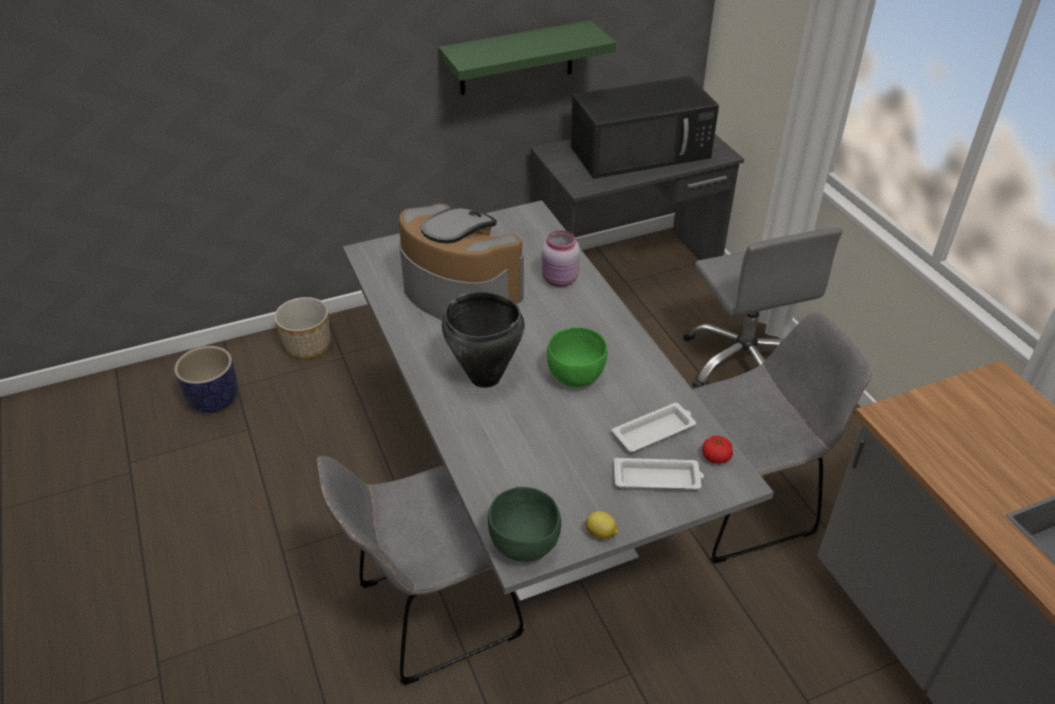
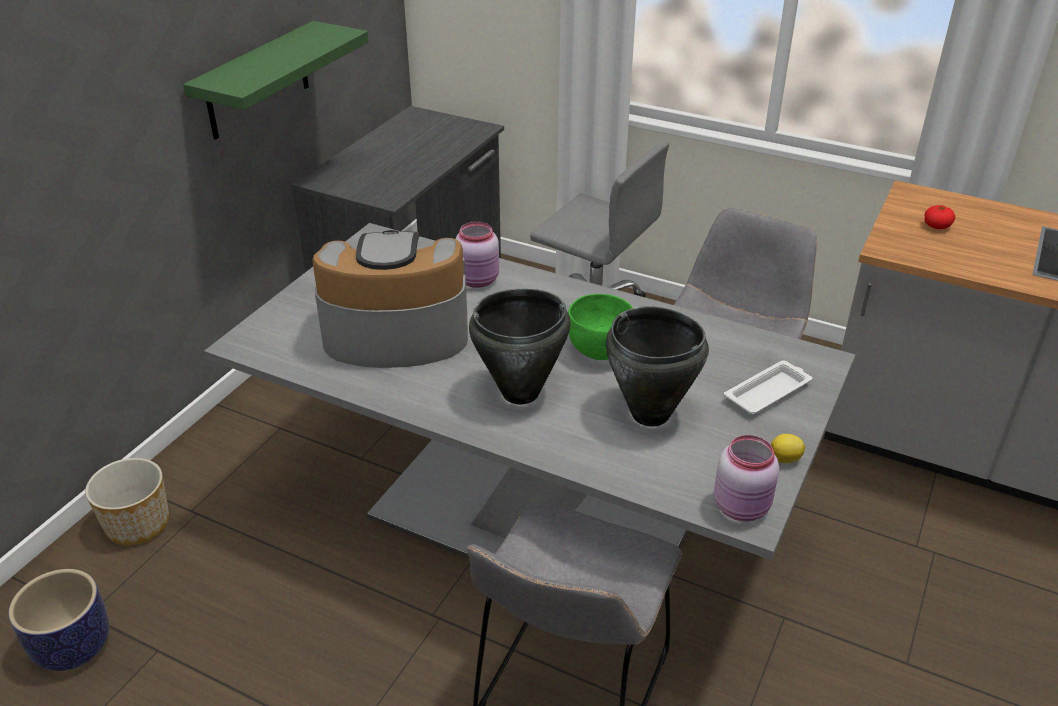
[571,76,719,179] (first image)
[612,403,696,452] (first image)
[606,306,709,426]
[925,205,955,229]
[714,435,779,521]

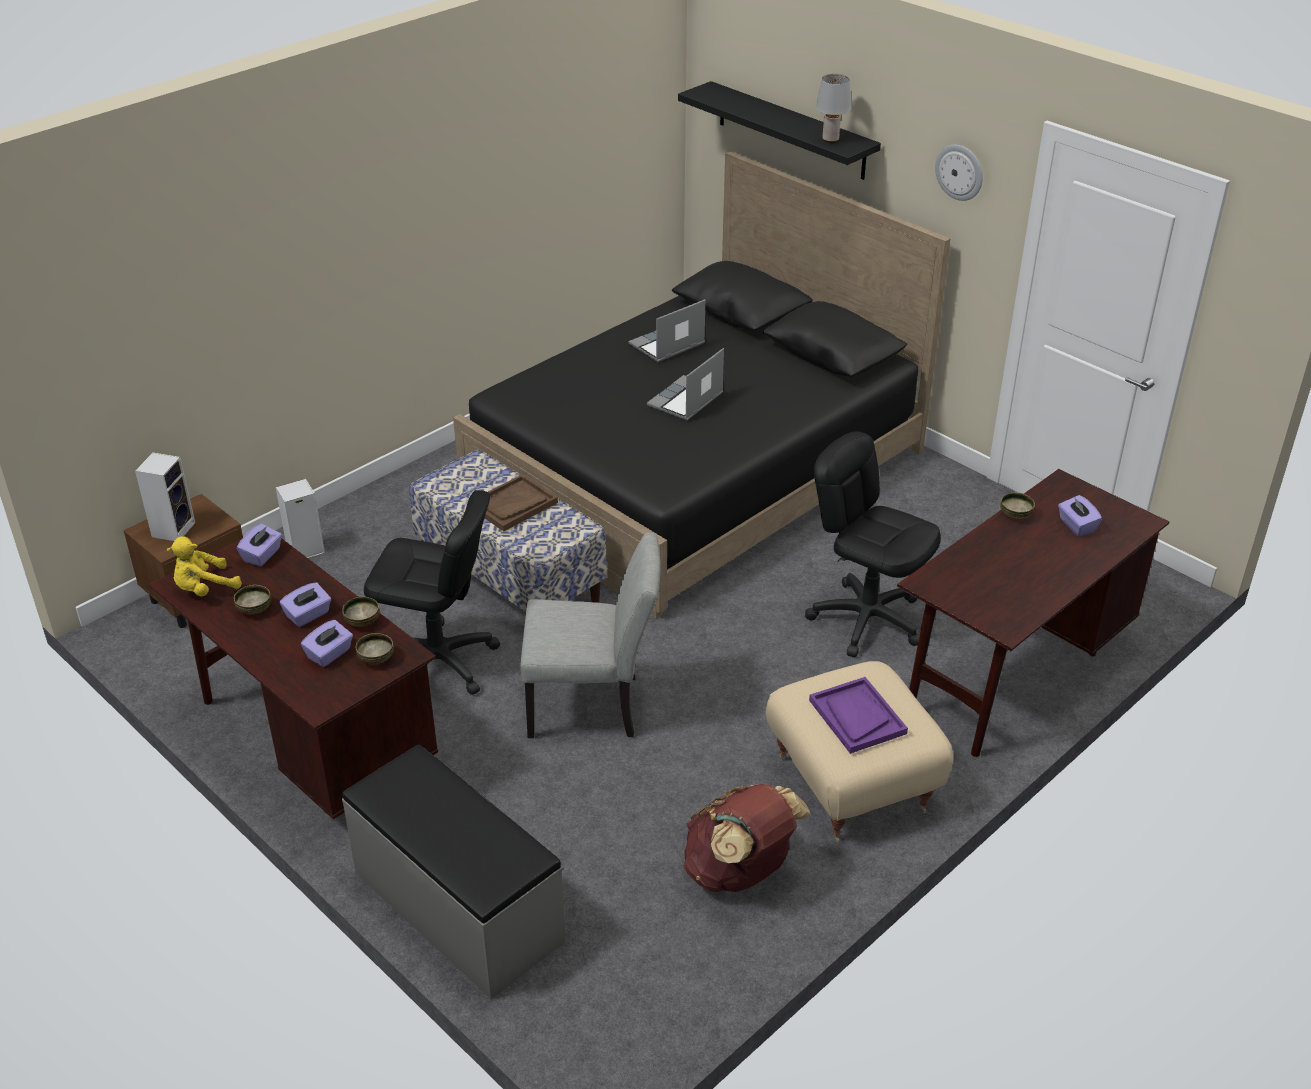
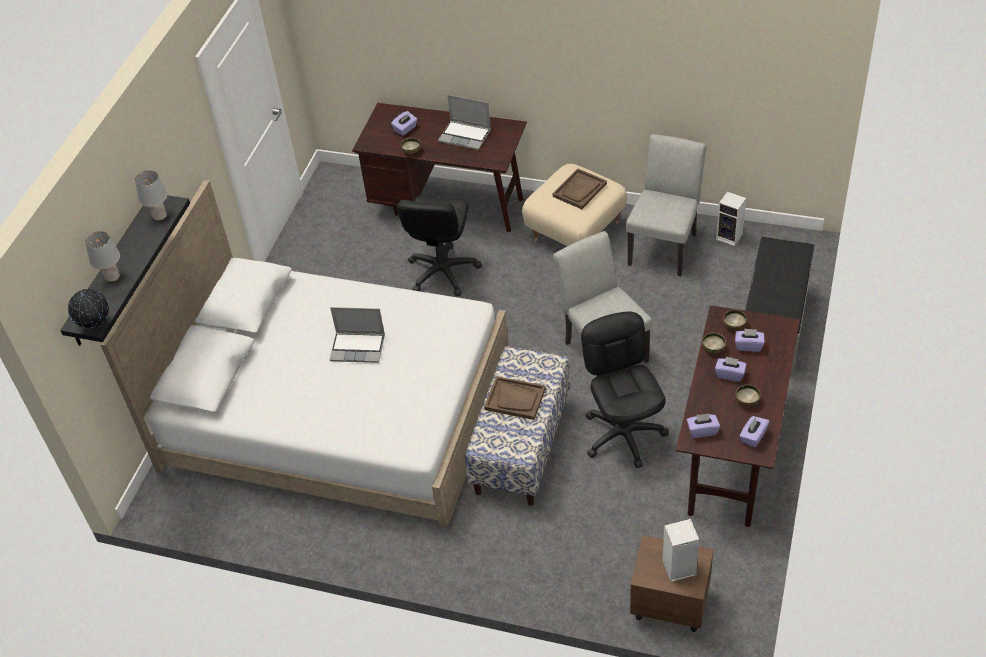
[935,144,983,201] (first image)
[68,289,109,328]
[85,231,120,282]
[716,191,746,246]
[438,95,491,150]
[740,416,770,448]
[626,134,706,276]
[100,180,509,528]
[553,168,607,209]

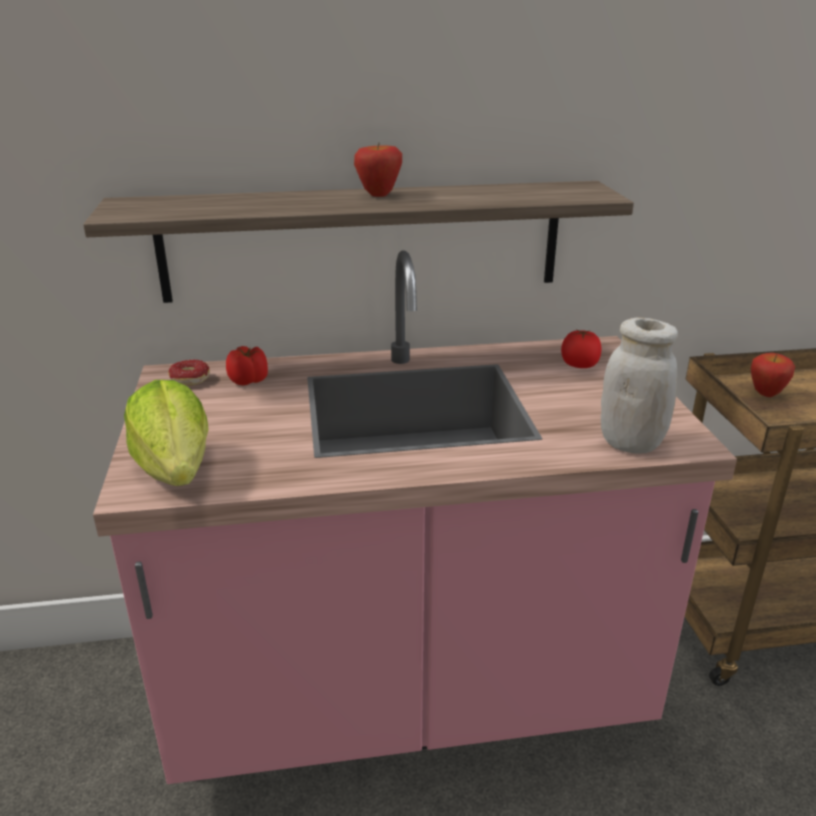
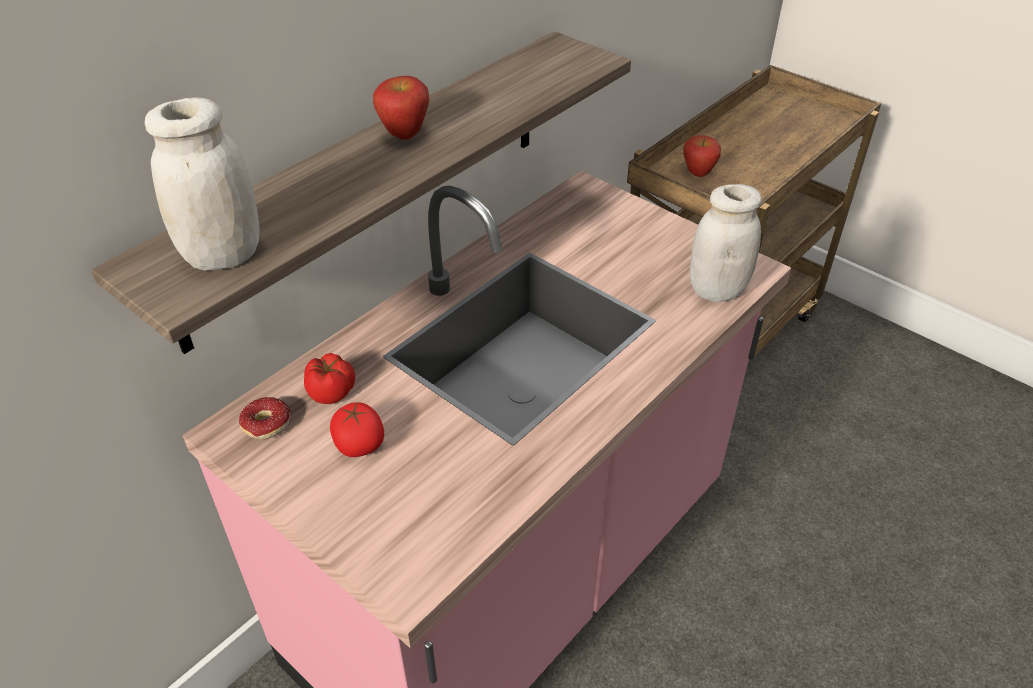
[124,380,208,486] (first image)
[145,98,259,271]
[330,401,384,457]

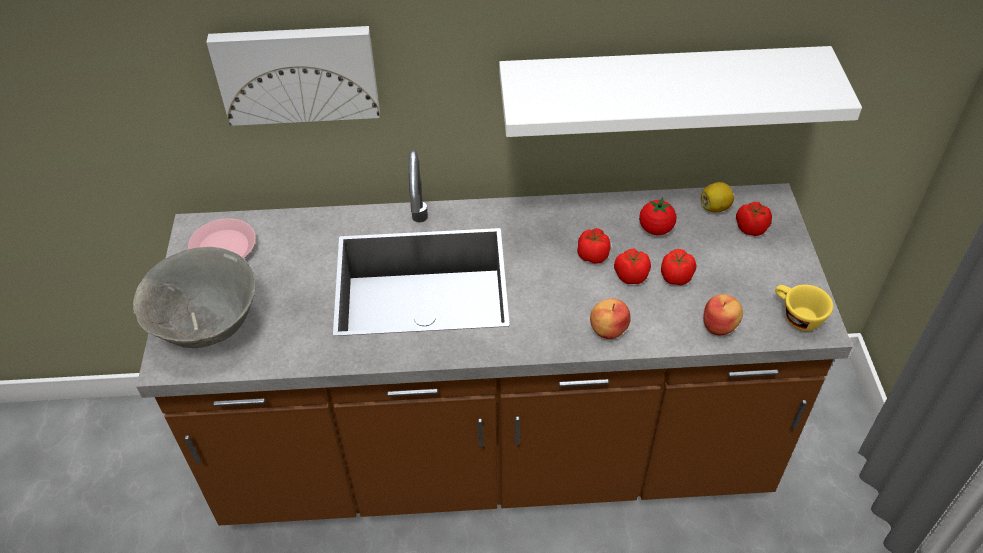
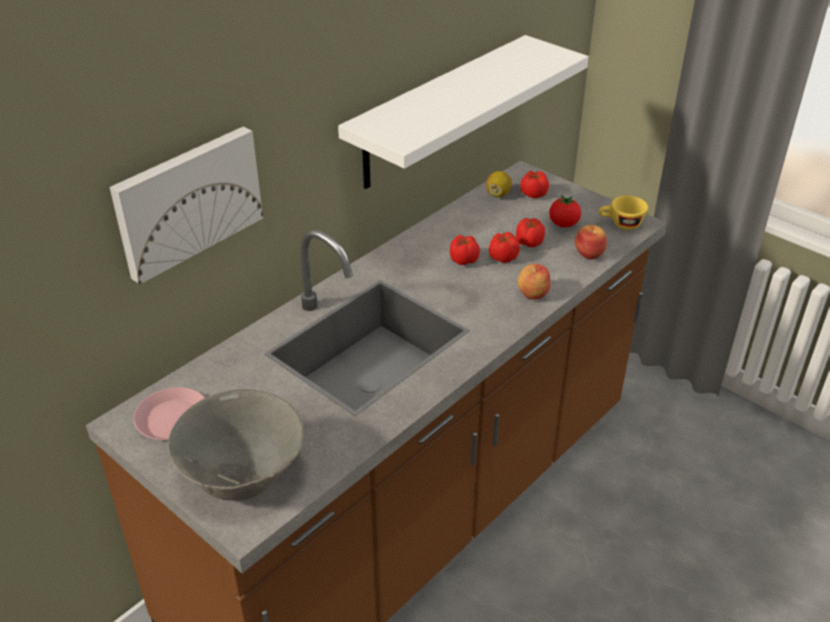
[549,195,581,228]

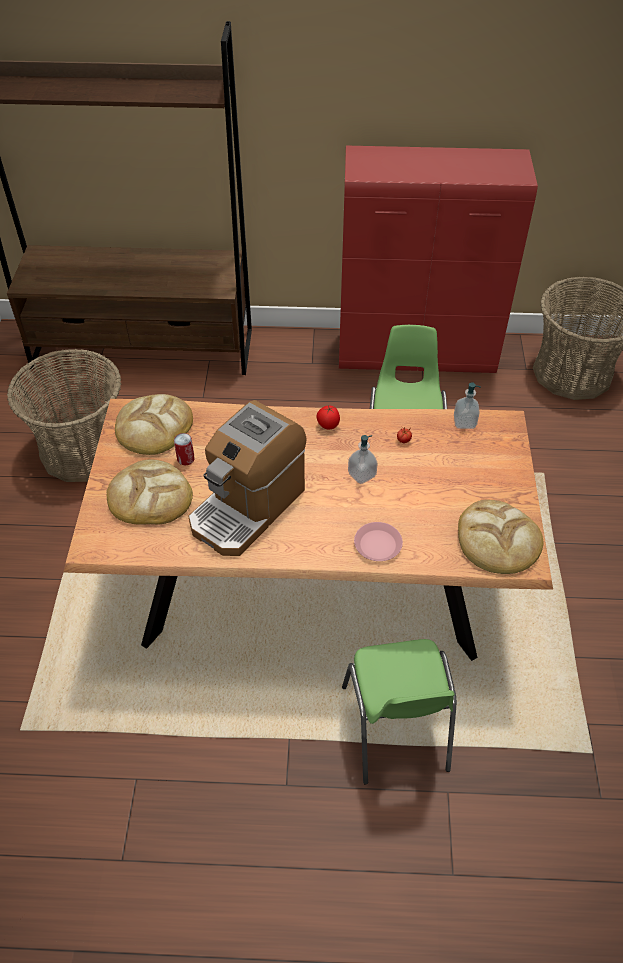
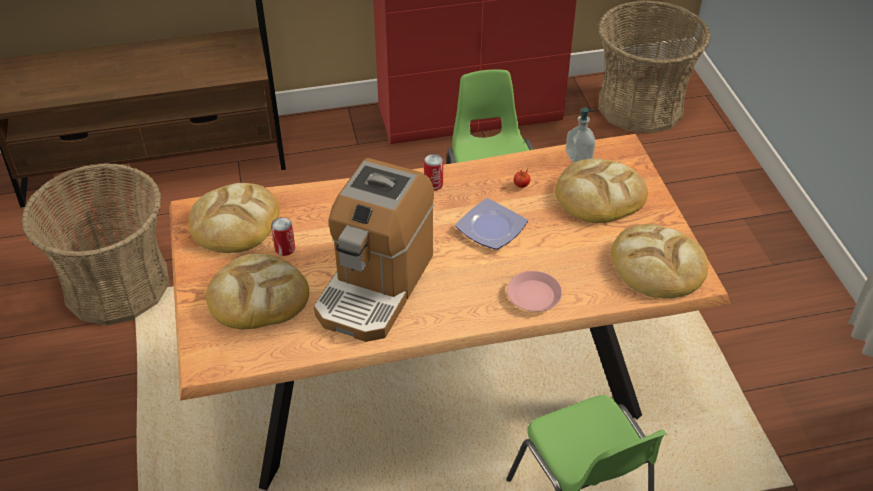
[555,158,648,223]
[424,154,443,191]
[455,198,528,249]

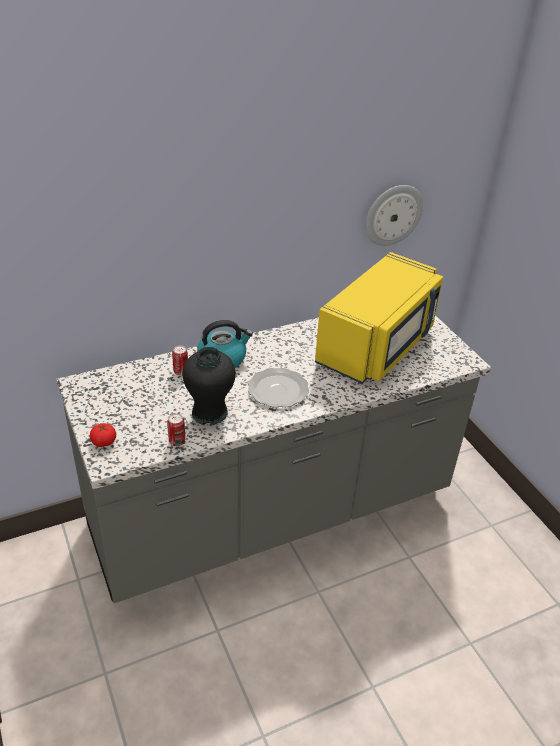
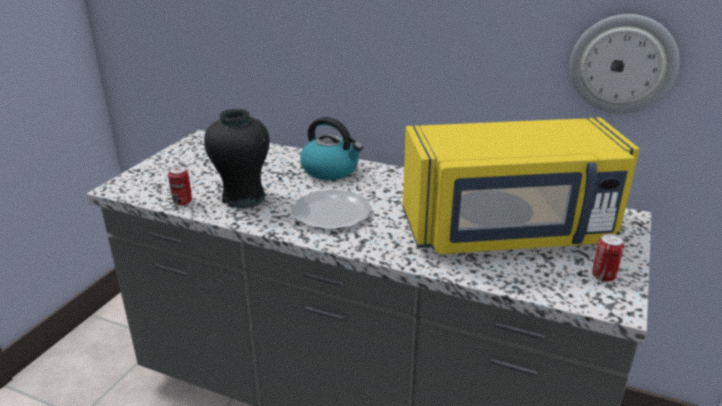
[90,423,116,447] (first image)
[592,234,624,282]

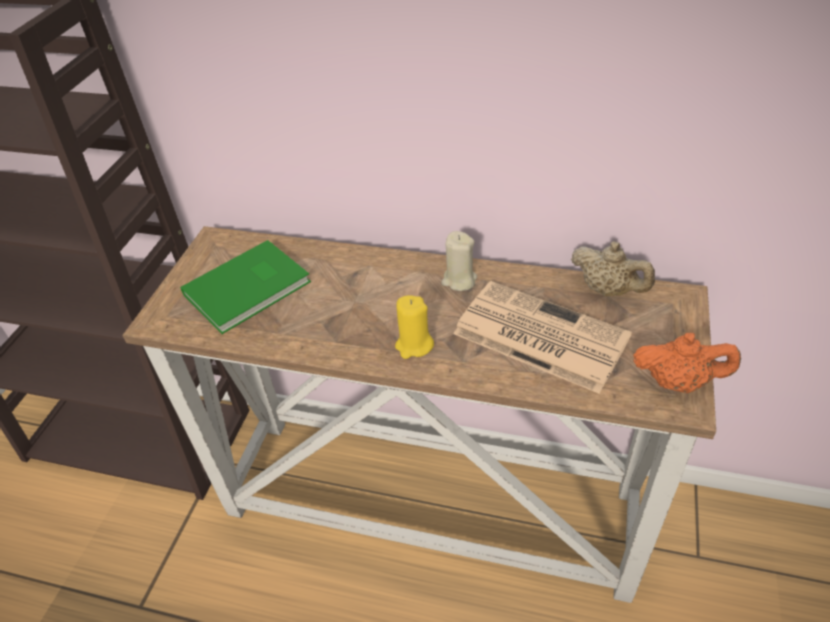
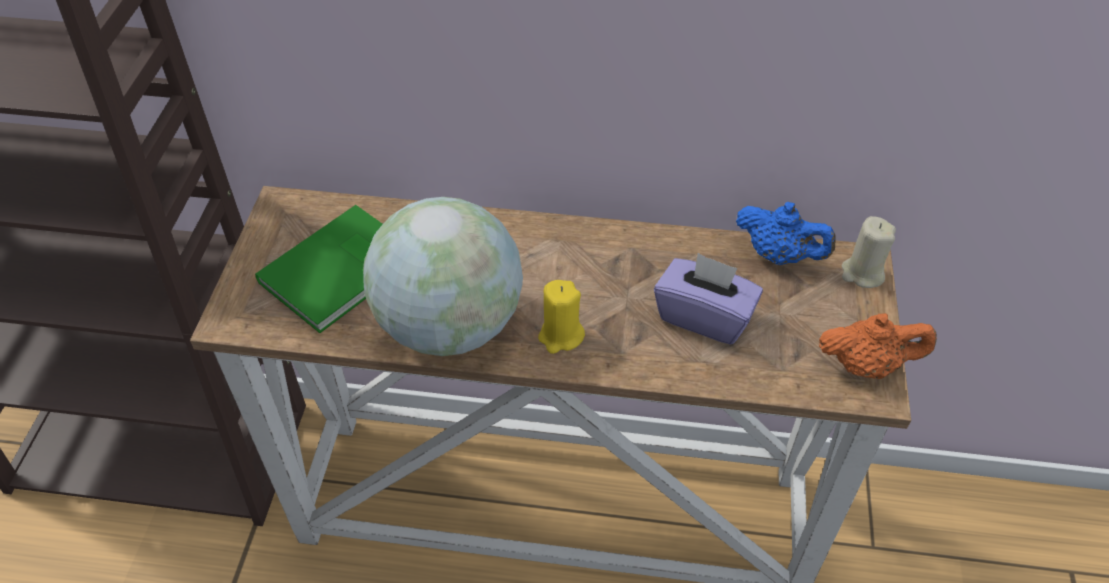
[363,197,523,356]
[841,216,896,288]
[654,253,763,345]
[736,202,836,265]

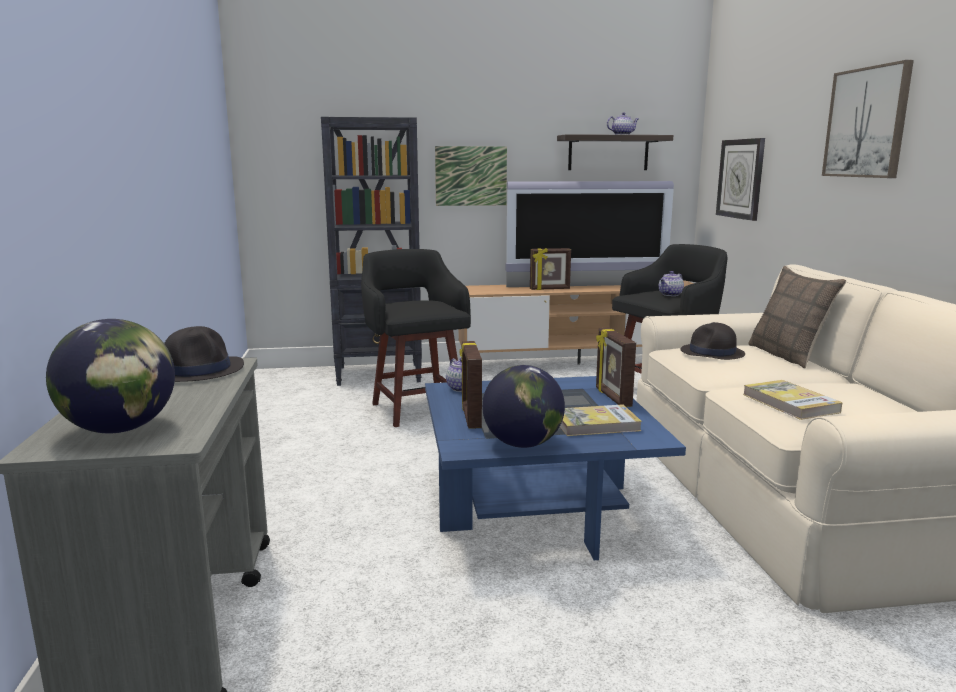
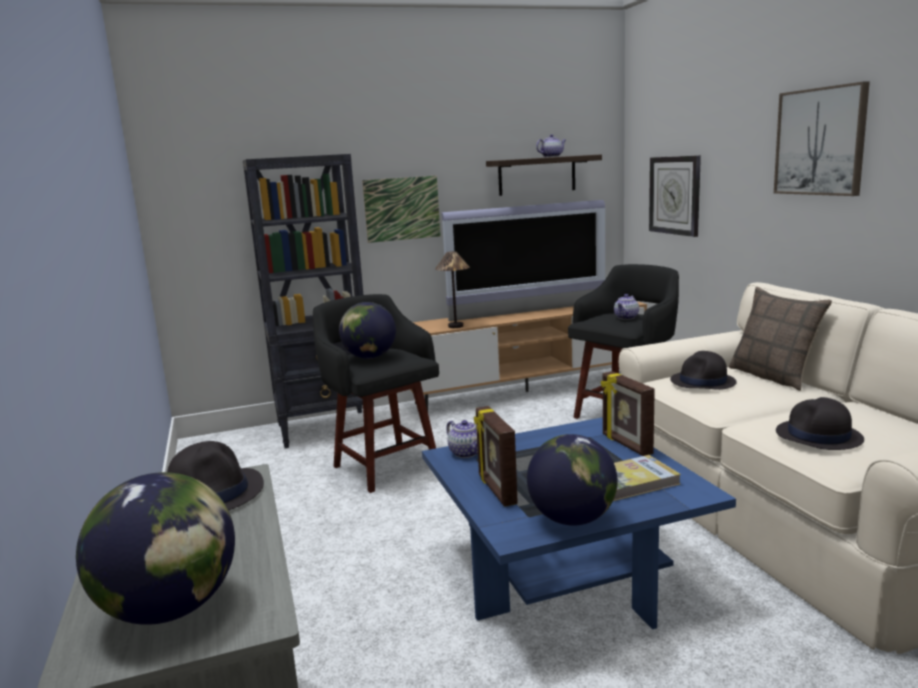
[530,248,571,290] (first image)
[339,302,396,359]
[435,251,470,328]
[776,397,864,450]

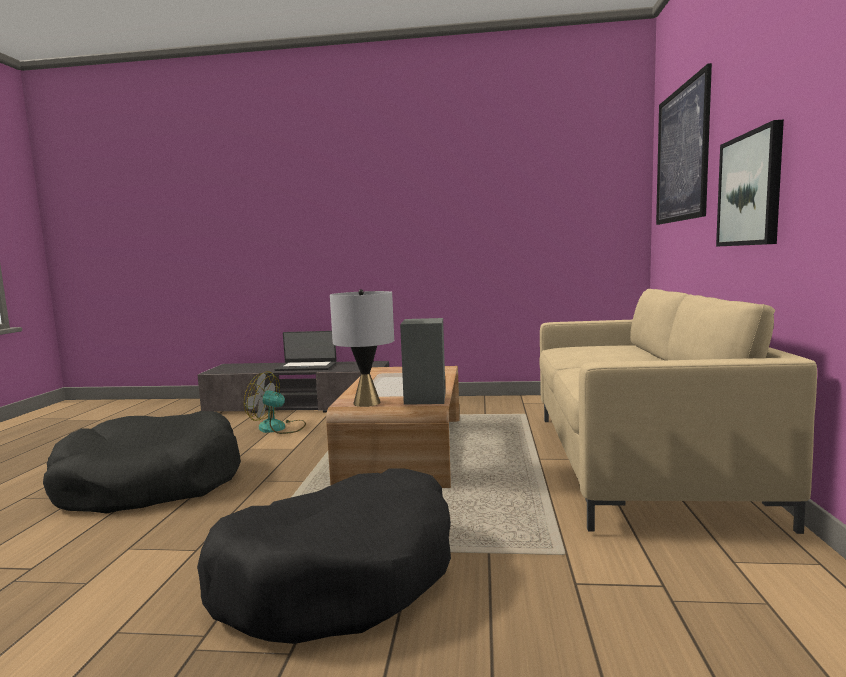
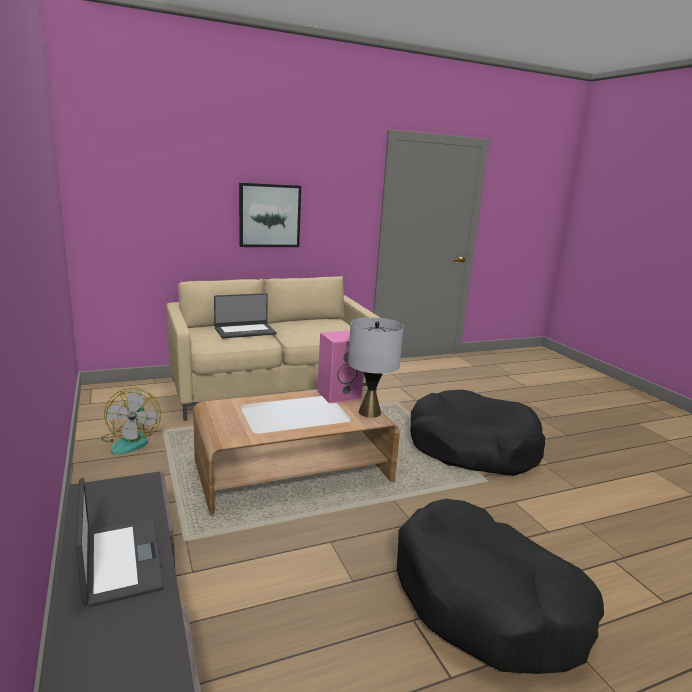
[656,63,712,225] (first image)
[214,293,277,338]
[101,388,161,455]
[317,331,364,404]

